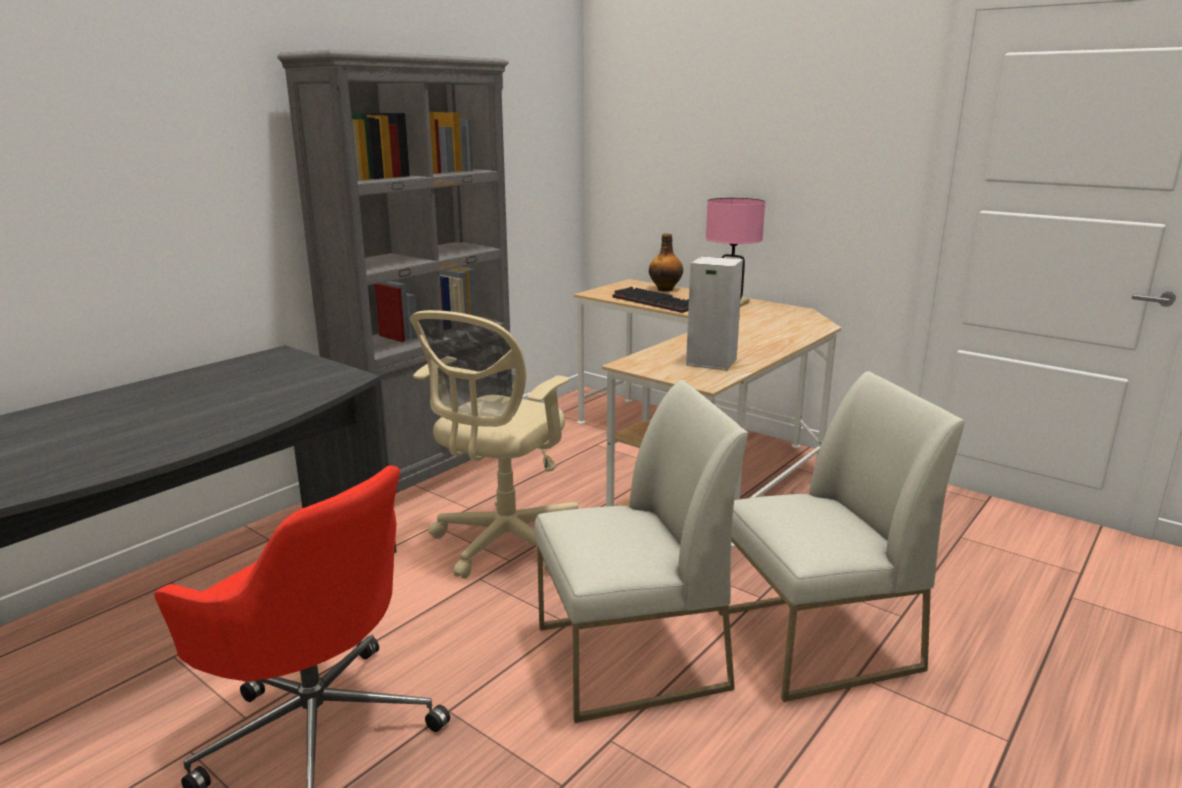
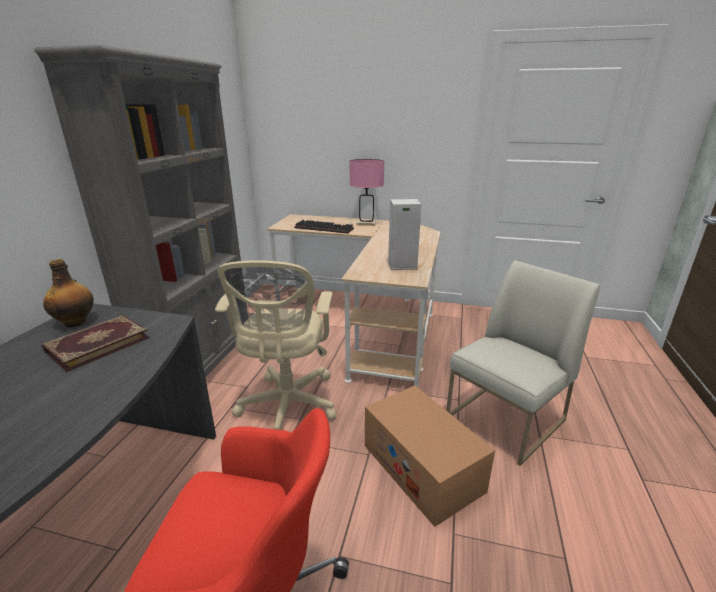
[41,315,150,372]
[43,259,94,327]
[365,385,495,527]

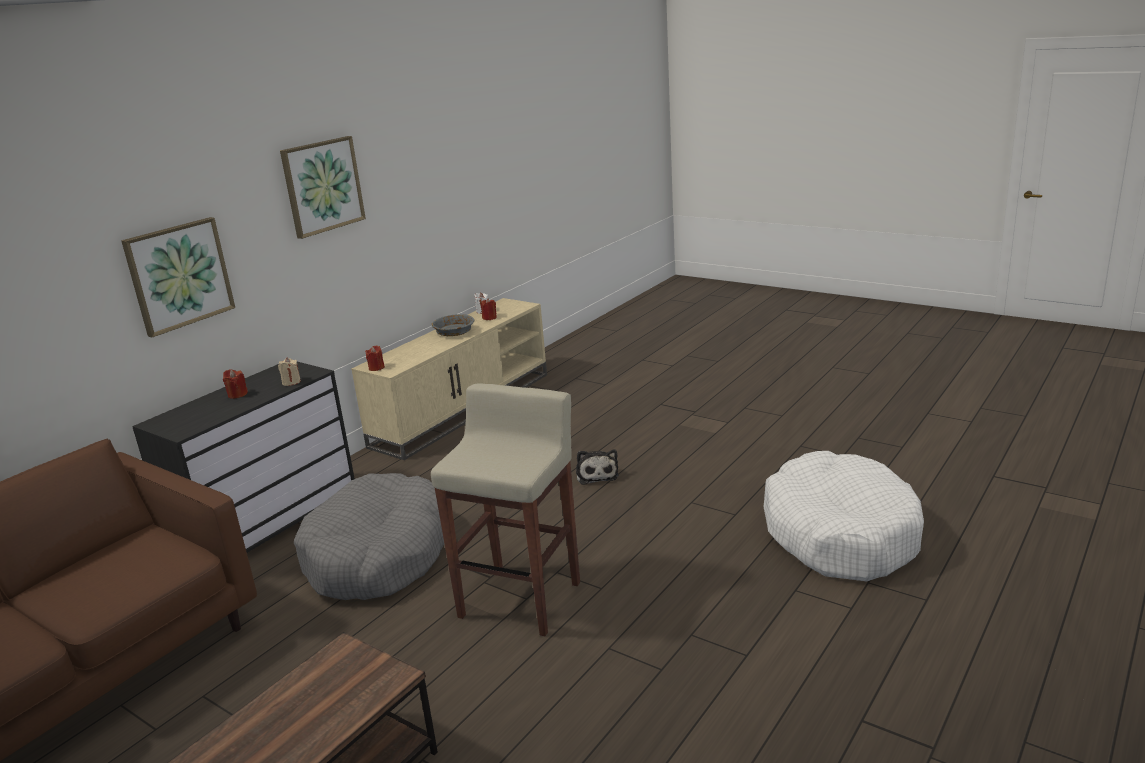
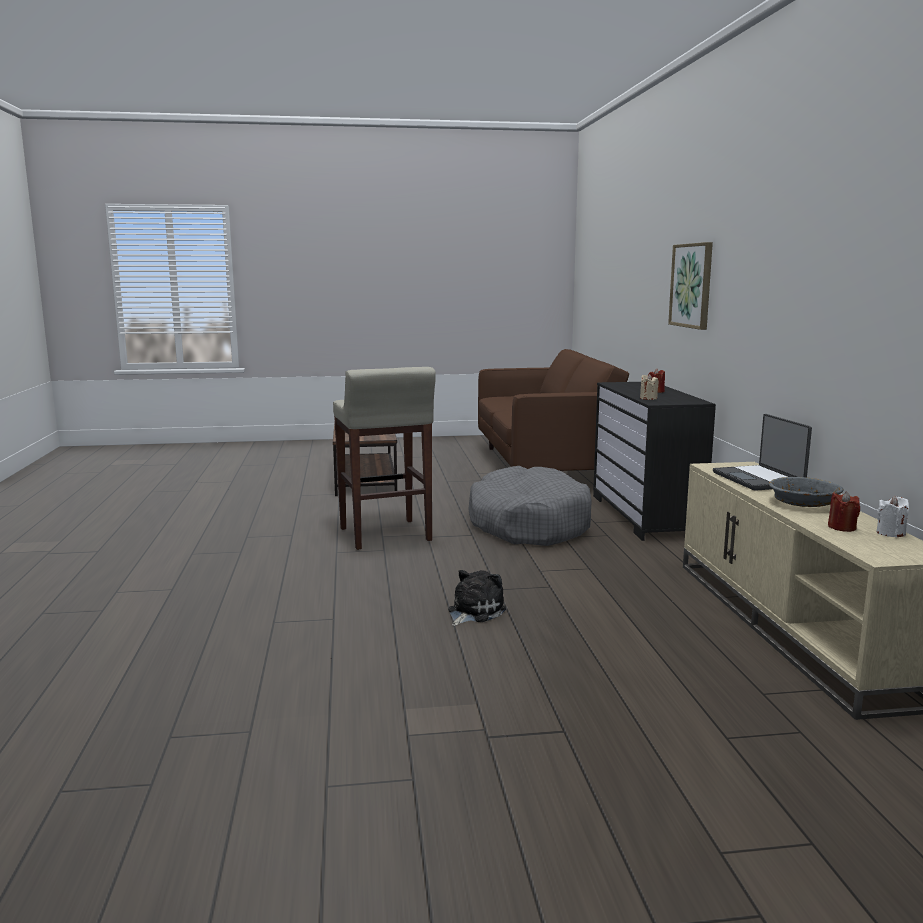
[280,136,366,239] (first image)
[365,345,385,371] (first image)
[764,451,924,582] (first image)
[713,414,812,491]
[448,570,506,626]

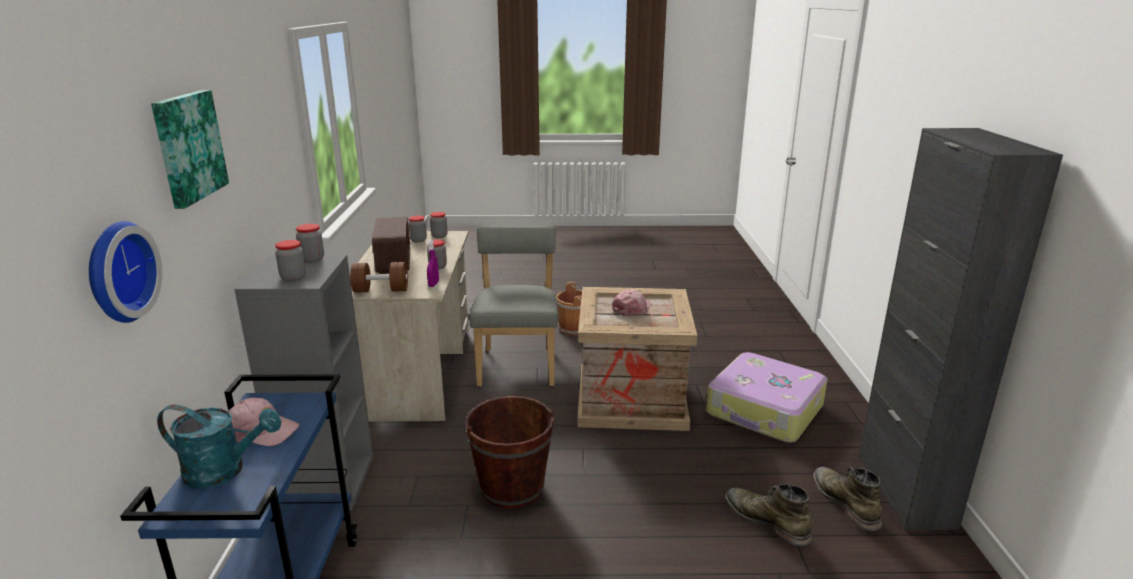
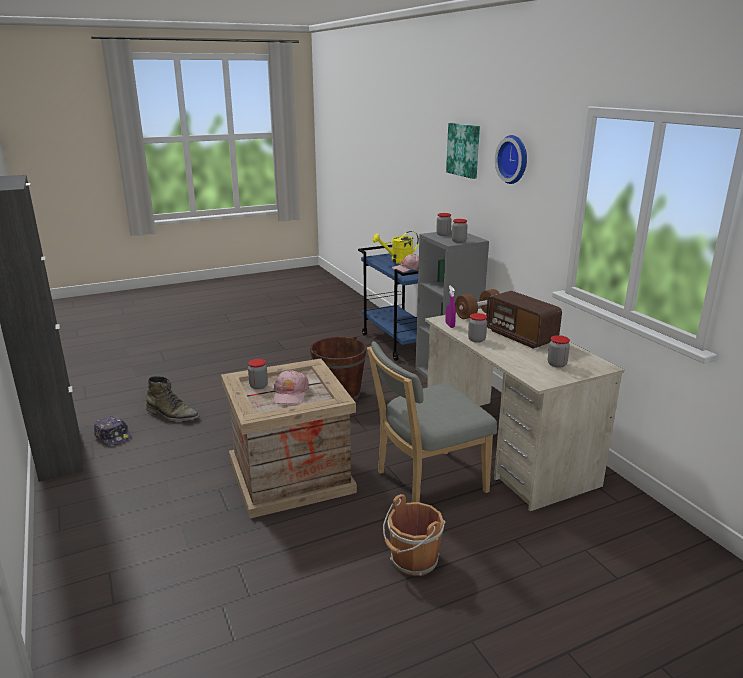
[706,352,828,442] (first image)
[495,135,527,184]
[248,359,268,389]
[94,416,130,445]
[372,231,419,264]
[367,341,497,502]

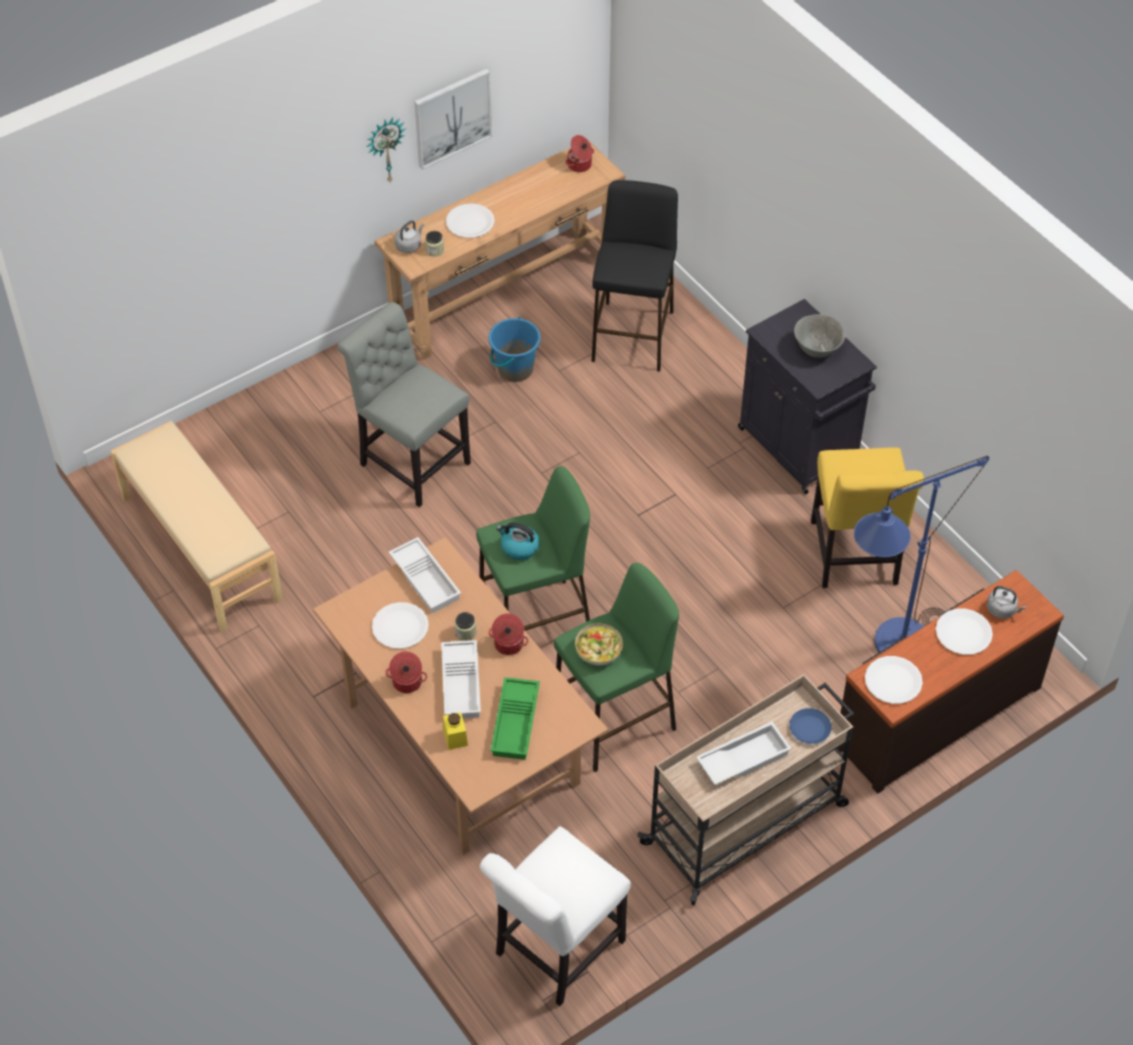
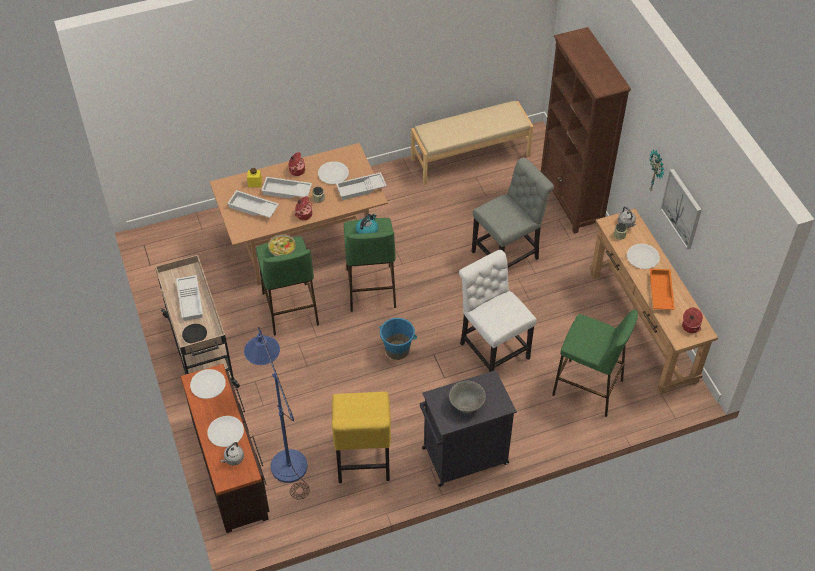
[540,27,631,234]
[650,269,675,310]
[459,250,537,372]
[379,318,417,360]
[227,190,279,218]
[552,310,638,417]
[182,324,207,343]
[332,392,391,483]

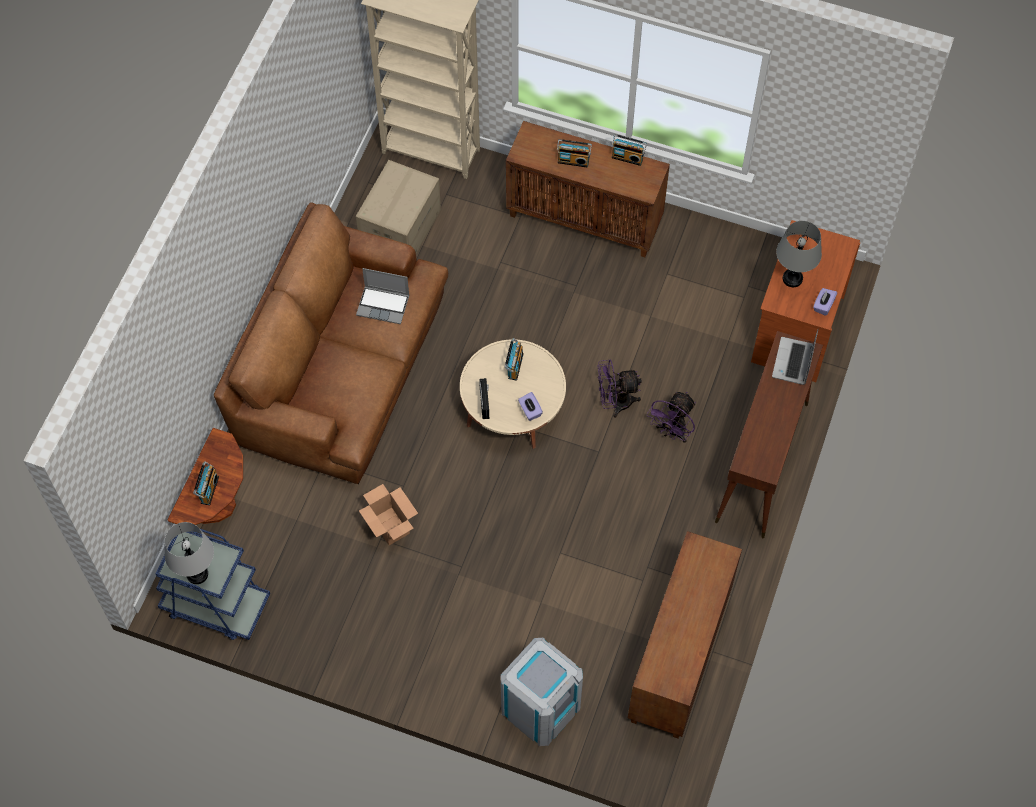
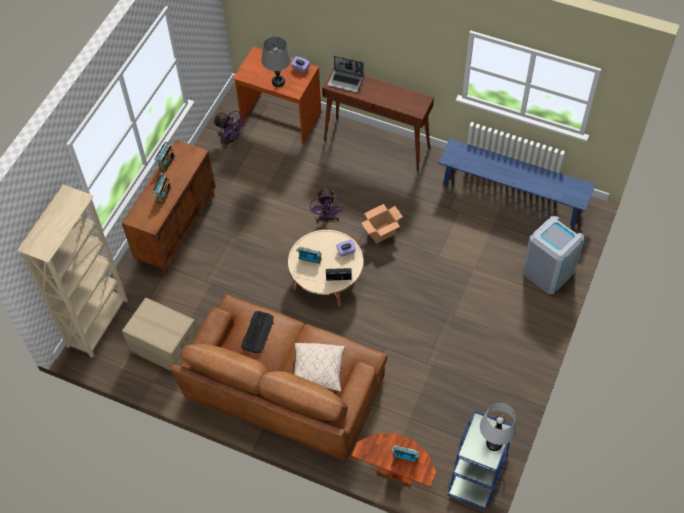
[294,343,345,392]
[361,204,403,244]
[213,111,246,149]
[241,311,274,353]
[438,138,595,228]

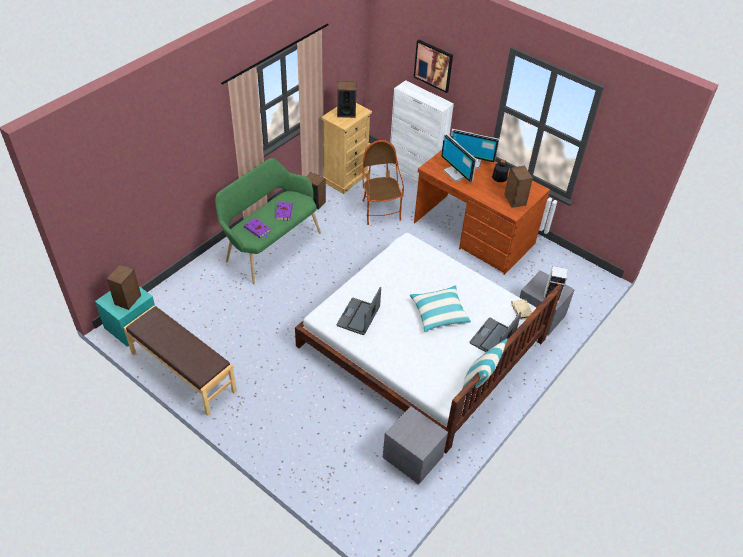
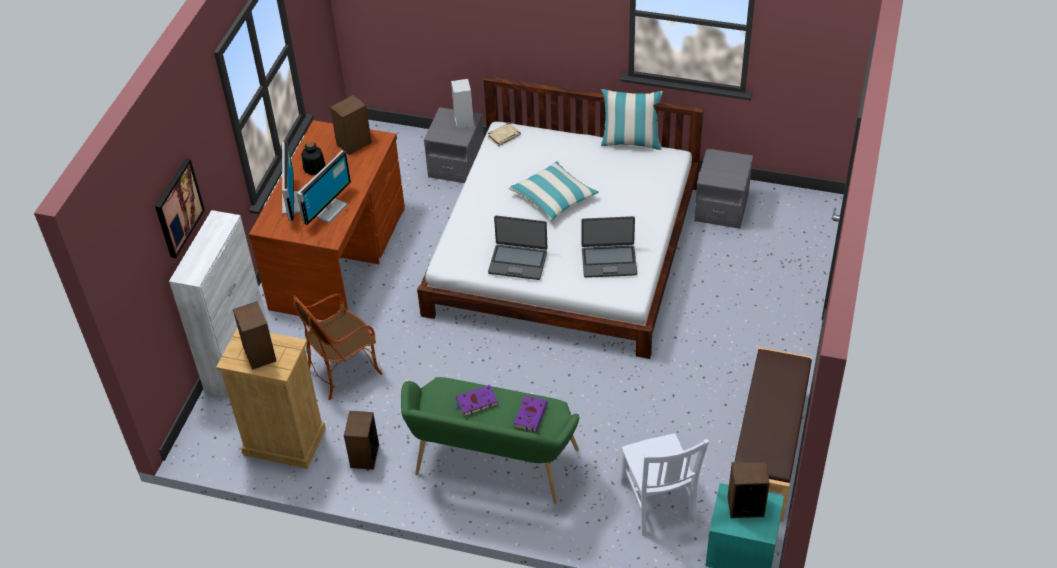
[621,434,709,536]
[488,215,547,280]

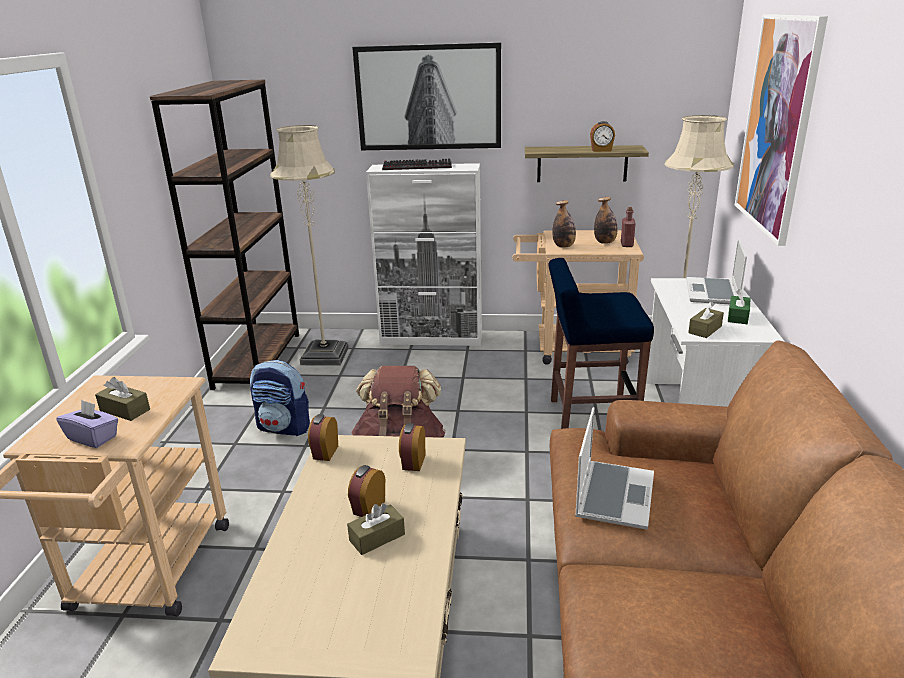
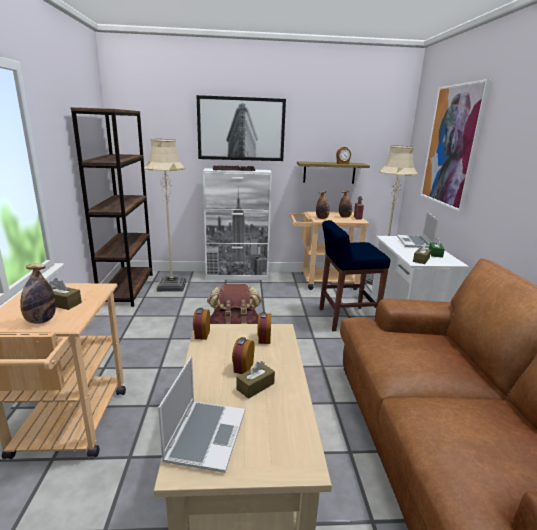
[250,360,310,436] (first image)
[158,356,245,473]
[20,264,56,324]

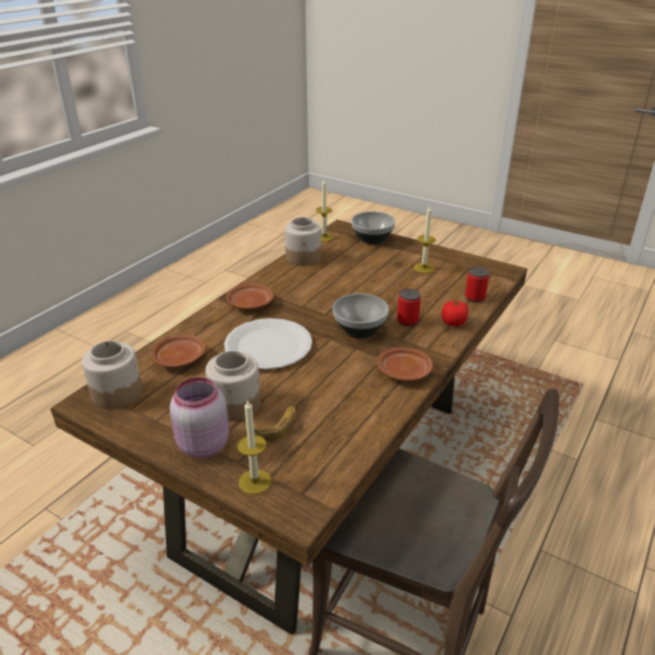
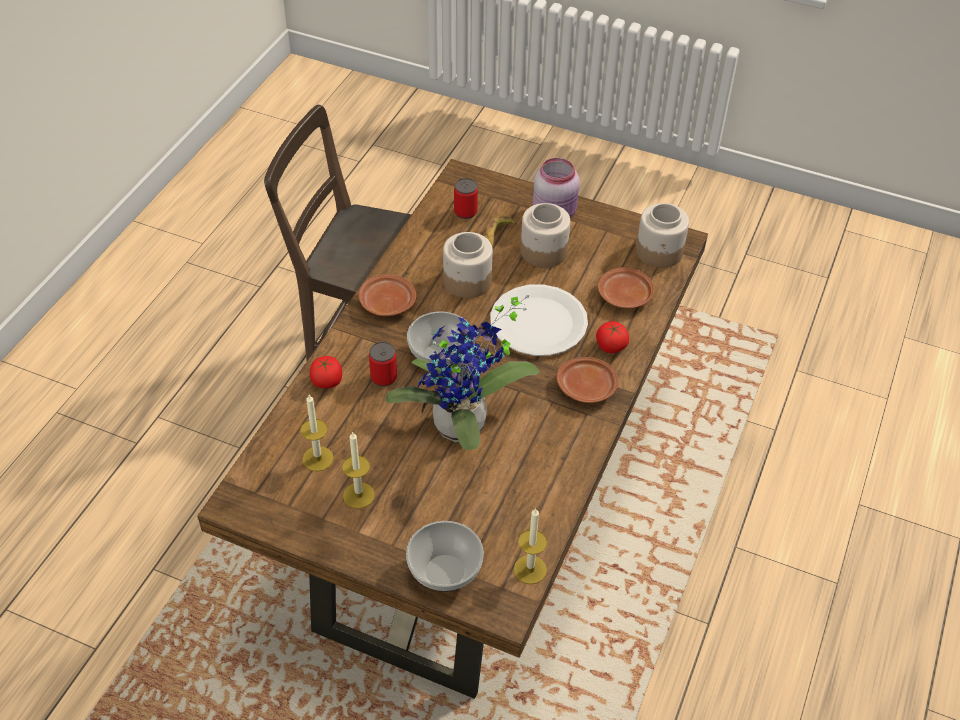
[386,295,540,450]
[596,321,629,354]
[300,395,334,472]
[443,232,493,298]
[454,178,478,219]

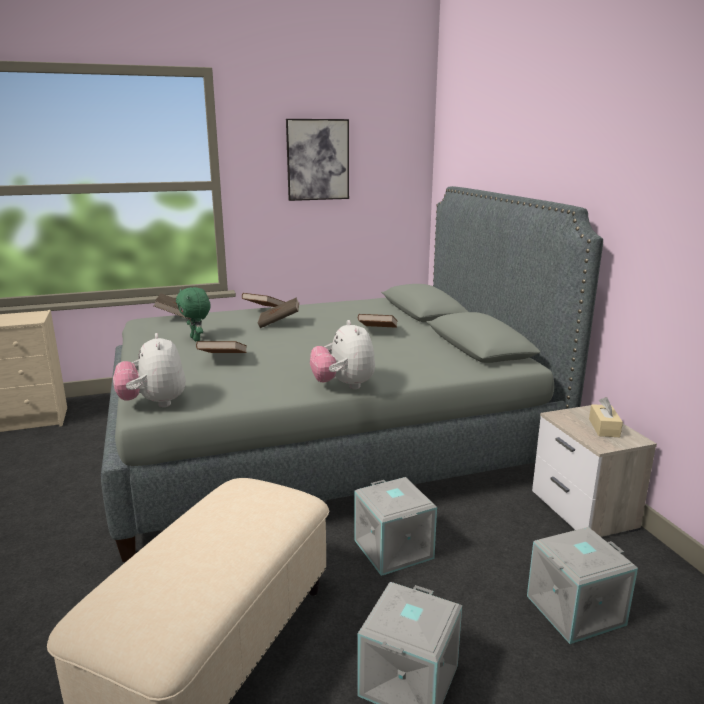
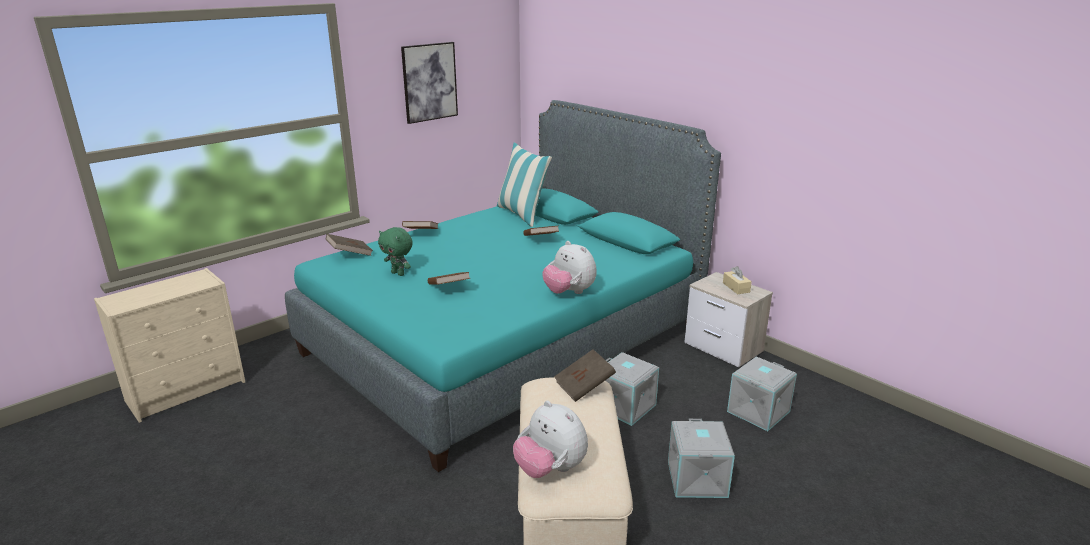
[497,143,552,227]
[513,401,588,478]
[554,349,616,402]
[285,100,721,472]

